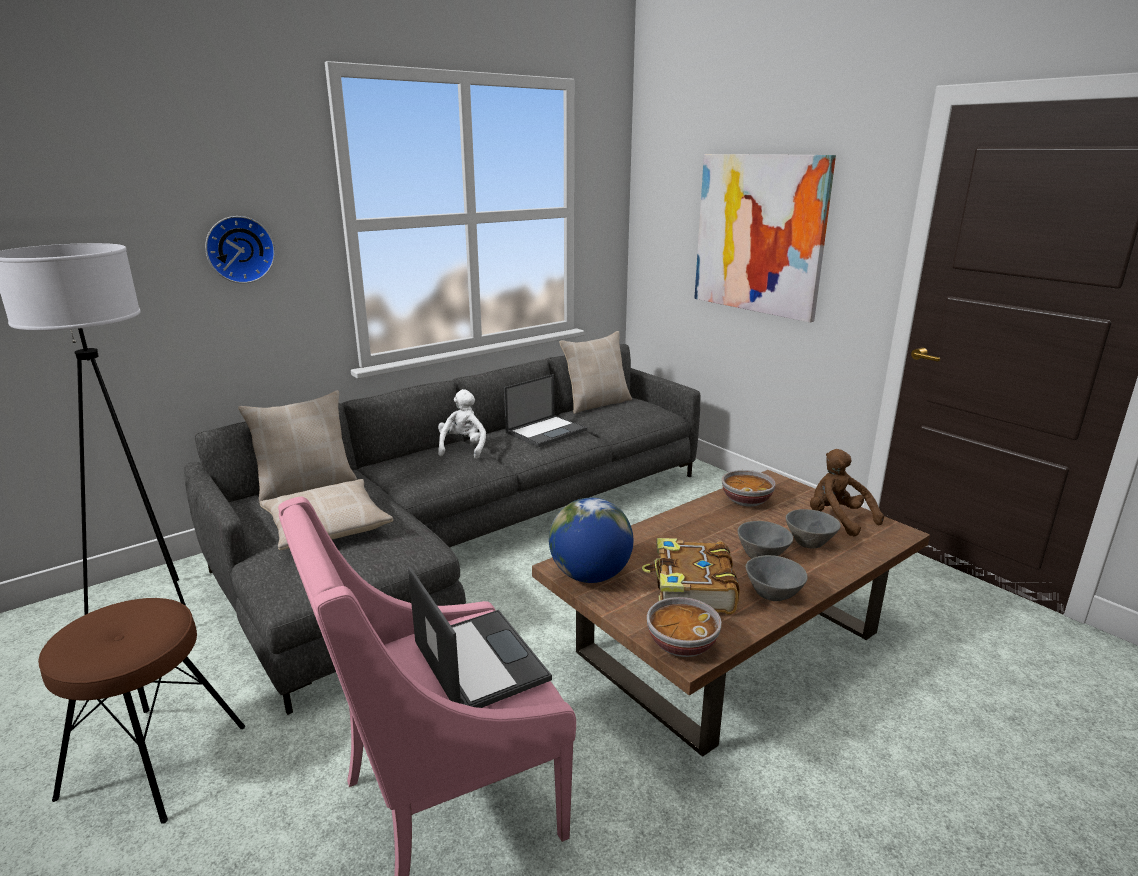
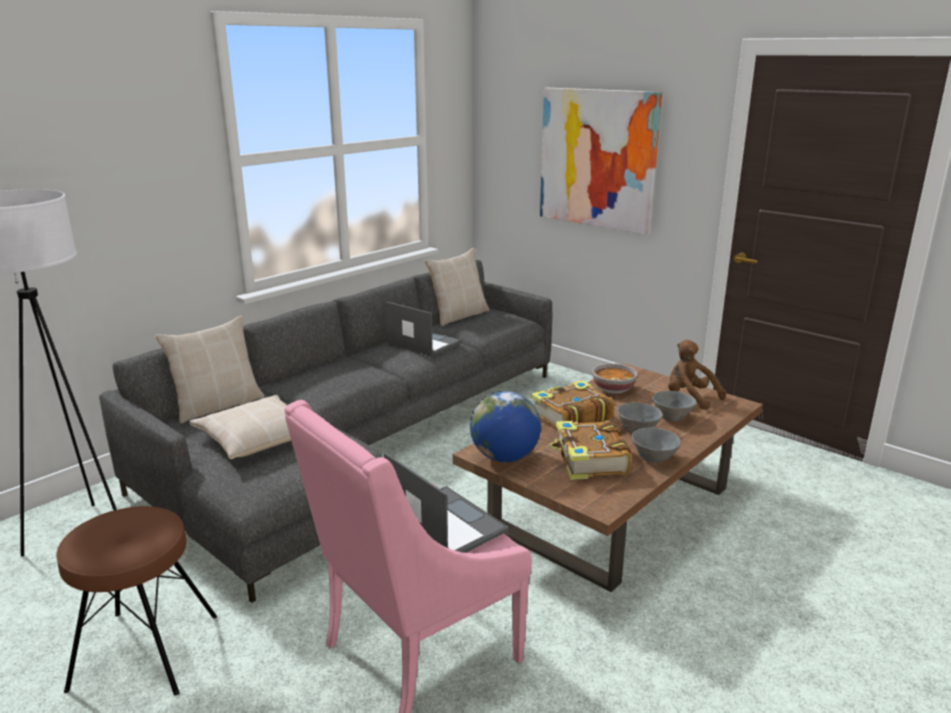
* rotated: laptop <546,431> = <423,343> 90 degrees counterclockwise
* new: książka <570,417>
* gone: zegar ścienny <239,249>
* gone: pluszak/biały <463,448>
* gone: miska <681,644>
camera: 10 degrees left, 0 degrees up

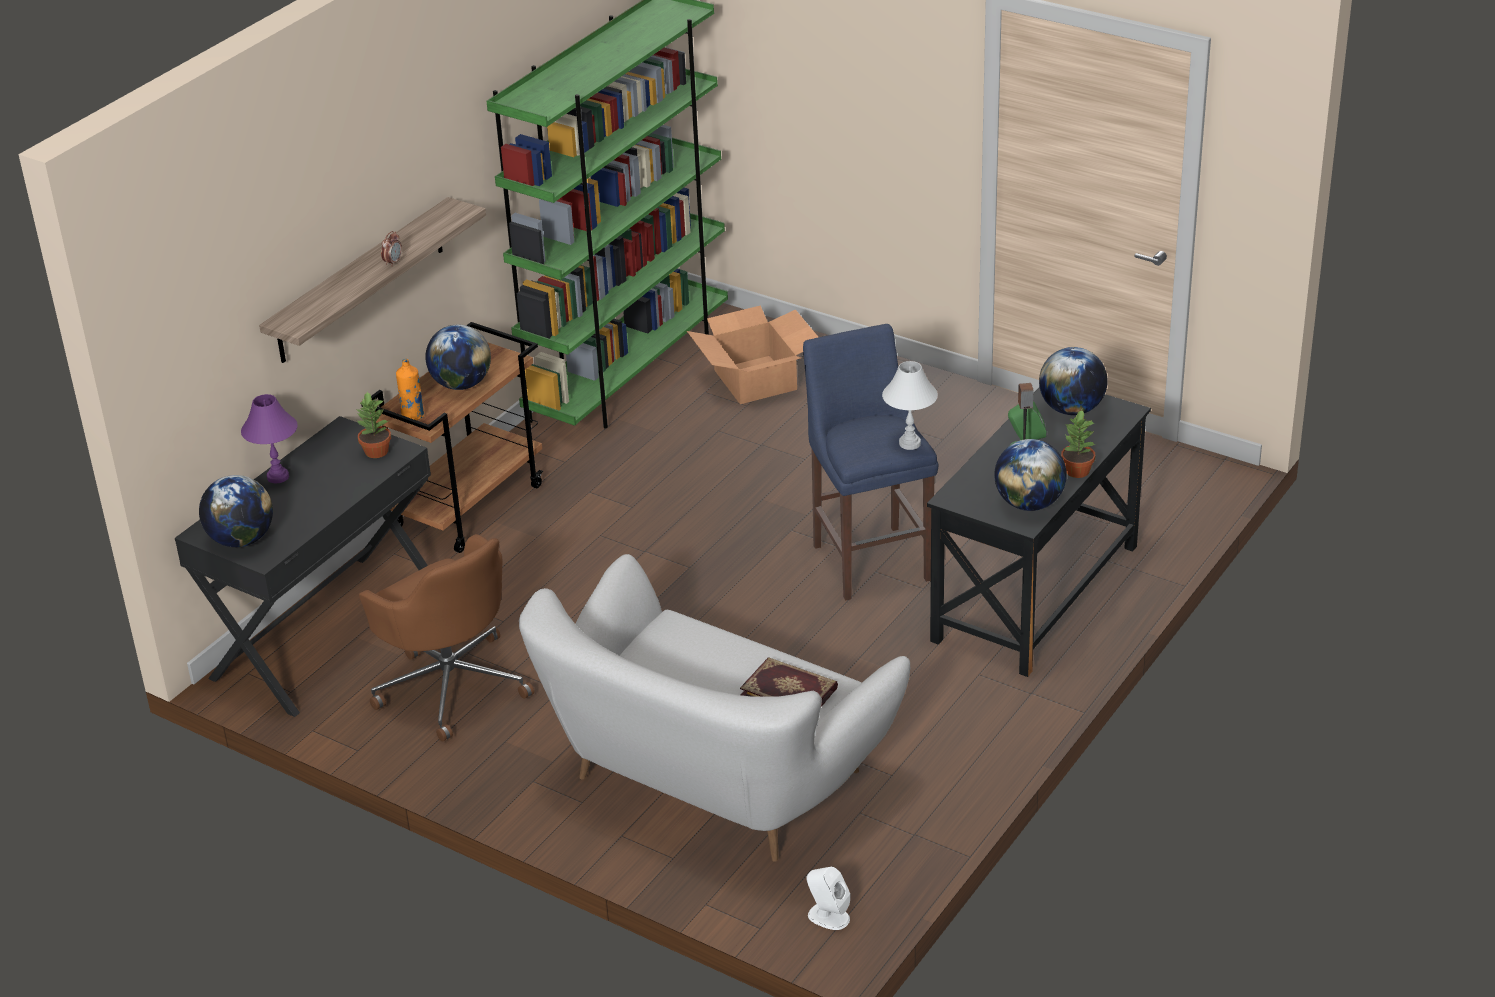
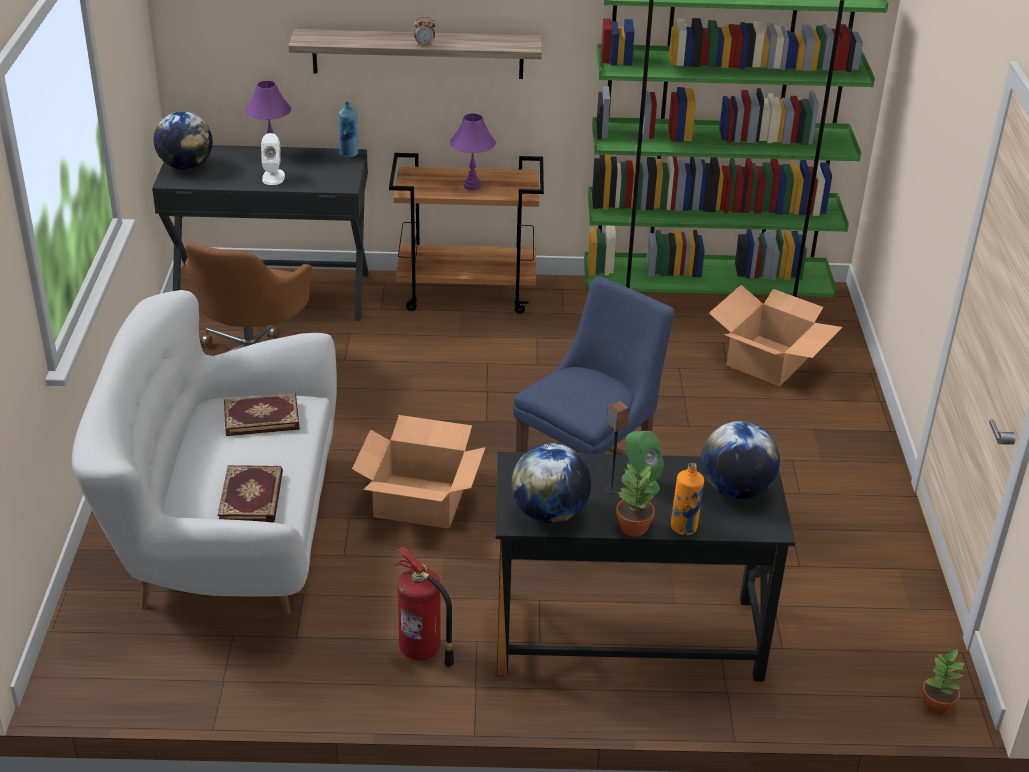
* new: książka <261,416>
* shifted: głośnik/biały <828,916> to <273,177>
* new: butelka/niebieski <349,154>
* new: karton <419,500>
* new: gaśnica <422,651>
* swapped: globus <461,384> to lampa stołowa/fioletowy <472,186>
* shifted: butelka/pomarańczowy <413,416> to <684,527>
* shifted: roślina doniczkowa <376,452> to <936,705>
* gone: lampa stołowa/biały <910,444>
camera: 55 degrees right, 0 degrees up

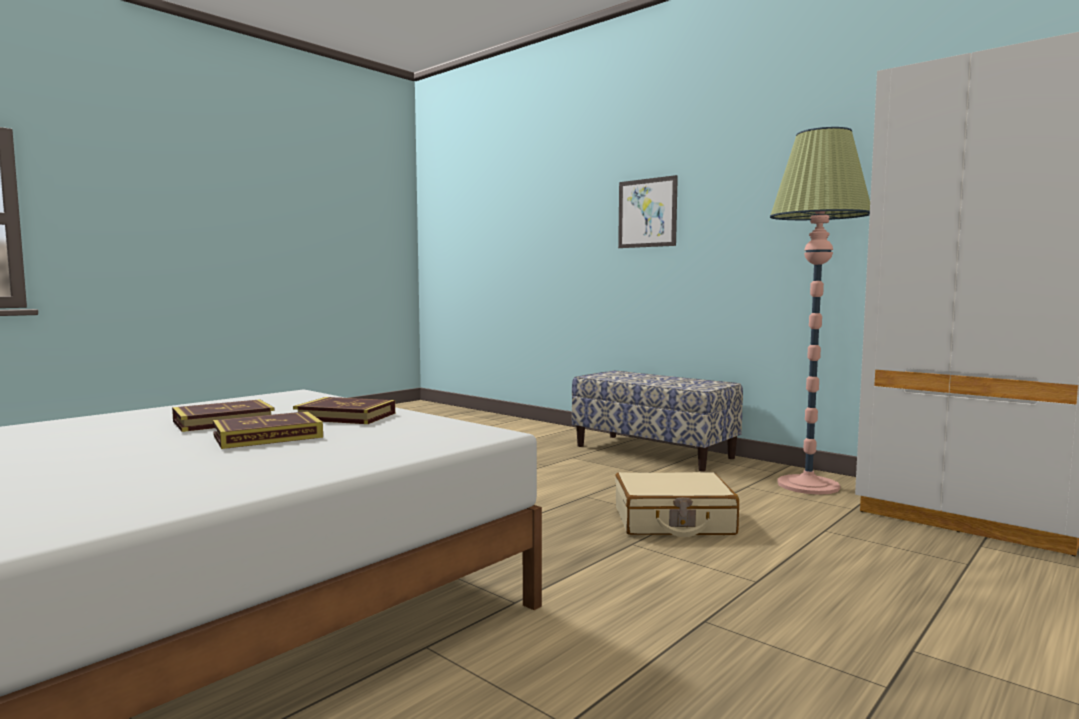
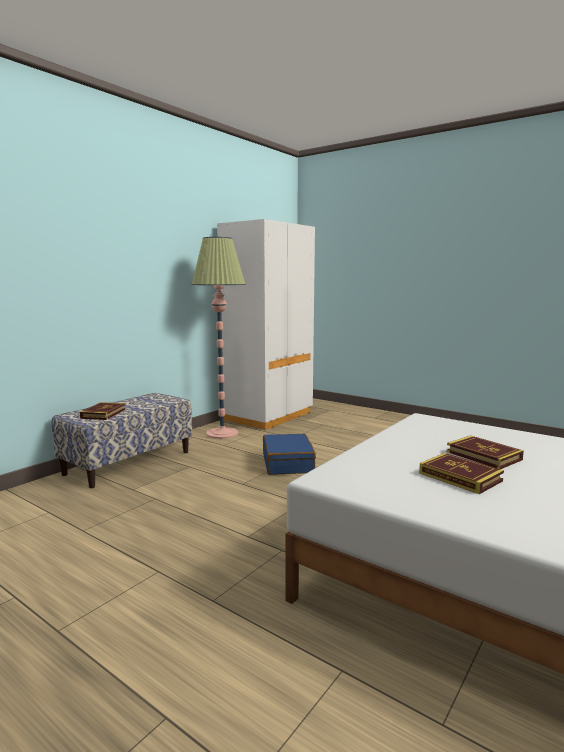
* shifted: książka <345,416> to <103,413>
* repainted: walizka/beżowy <673,521> to walizka/niebieski <288,463>
* gone: obraz <647,213>
camera: 95 degrees left, 5 degrees up

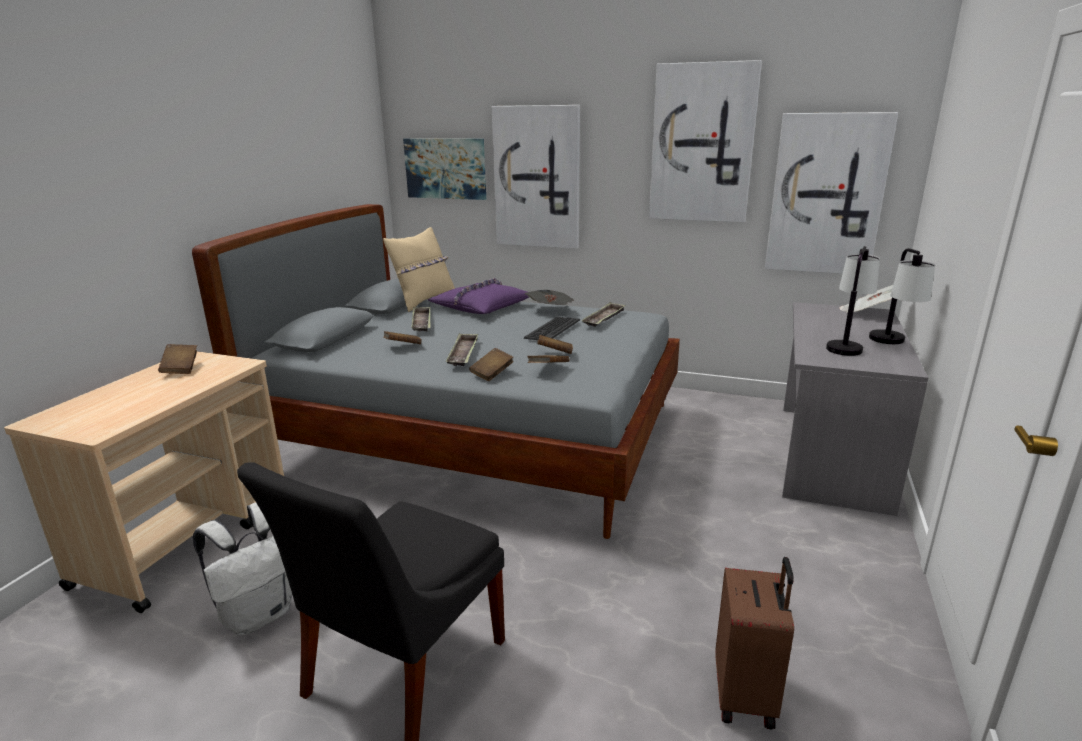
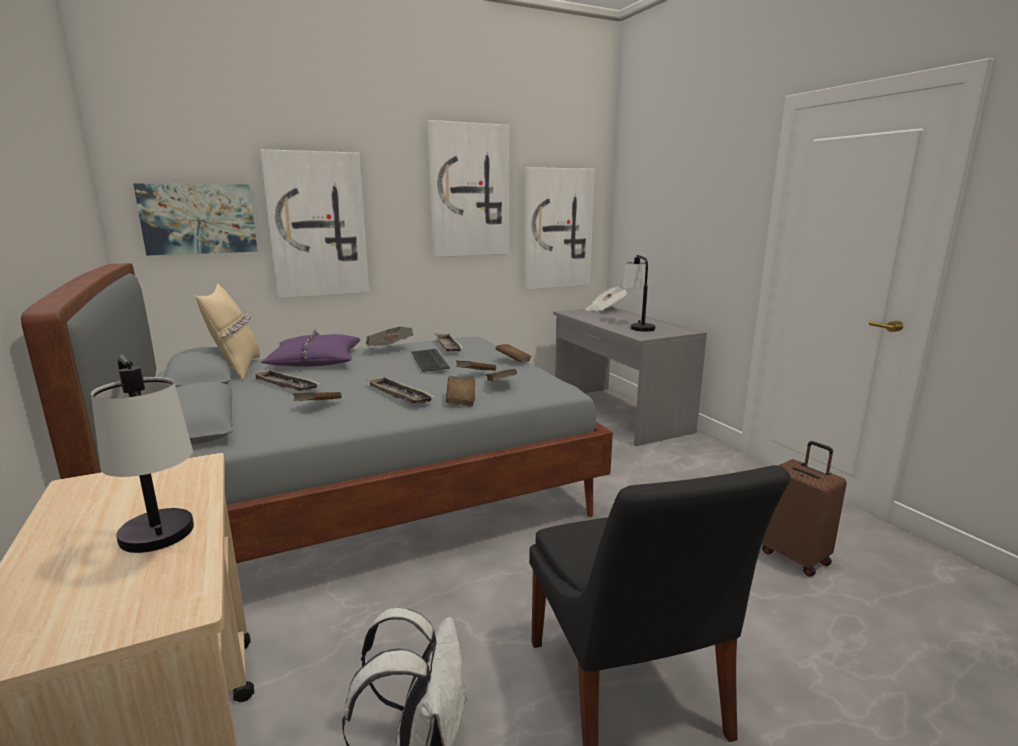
* shifted: lampa stołowa <893,344> to <164,548>
* shifted: książka/brązowy <181,369> to <513,361>
camera: 45 degrees left, 5 degrees down

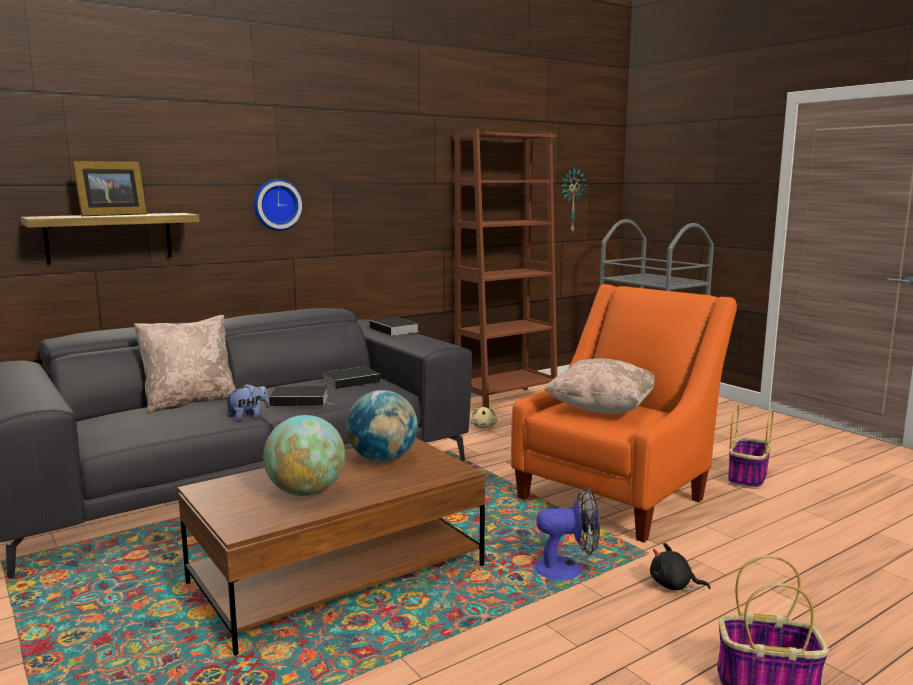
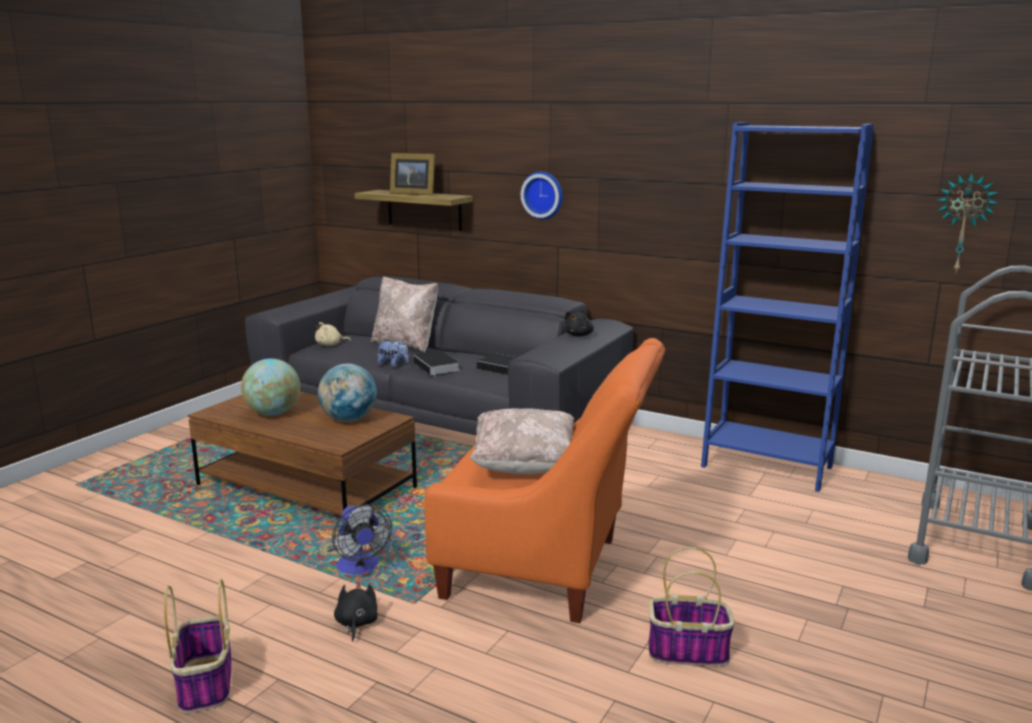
* shifted: pluszak/beżowy <484,427> to <330,345>
* swapped: książka <395,330> to pluszak/czarny <579,335>
* repainted: regał/brązowy <506,401> to regał/niebieski <766,466>
camera: 65 degrees right, 5 degrees up

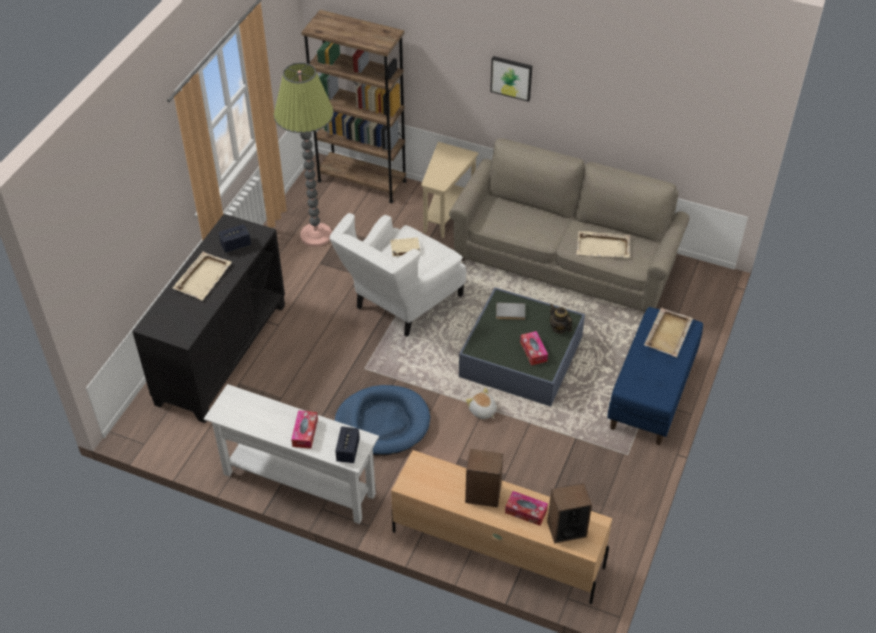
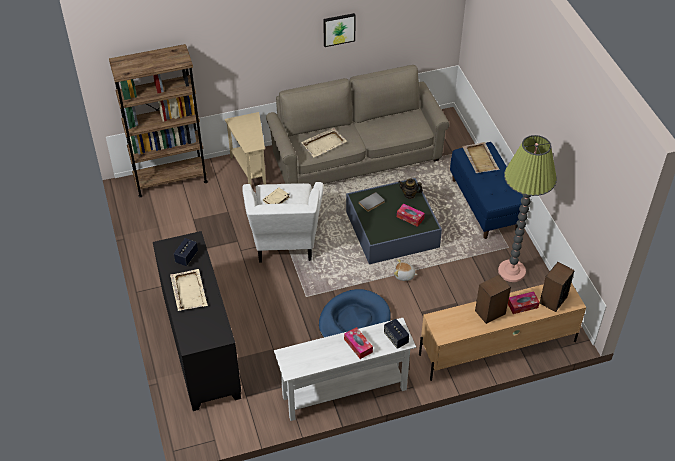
* shifted: taca/beżowy <603,246> to <324,143>
* shifted: obraz <511,77> to <339,29>
* shifted: lampa stojąca <316,235> to <511,271>
camera: 40 degrees left, 0 degrees up

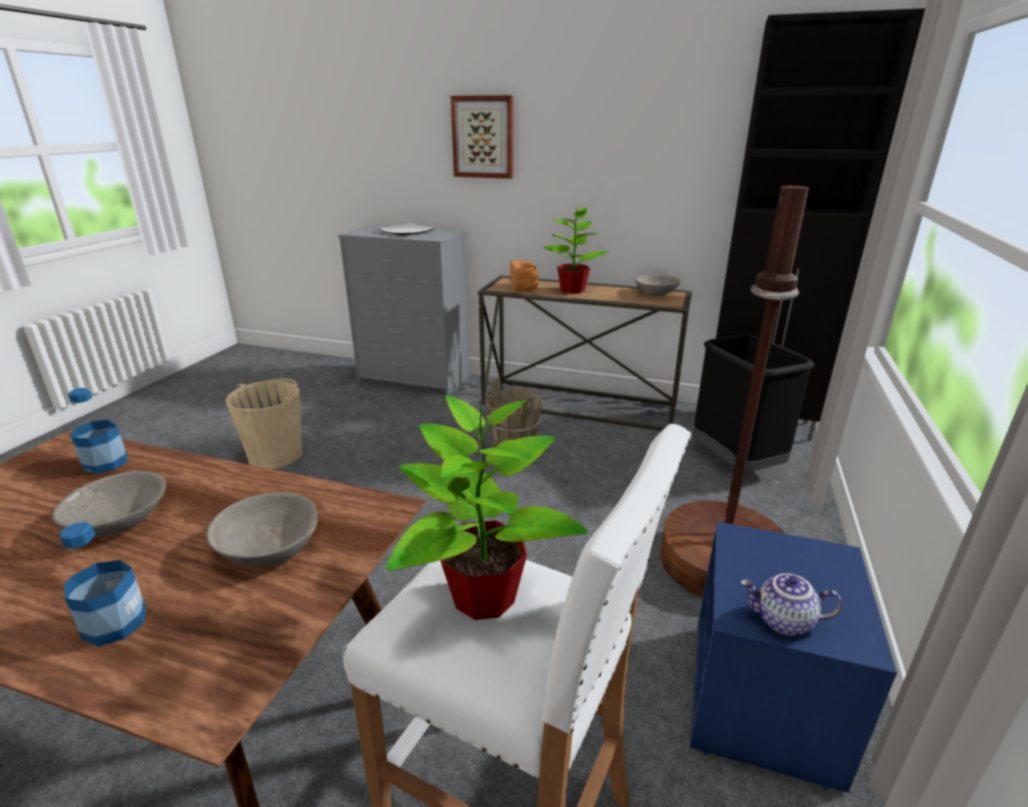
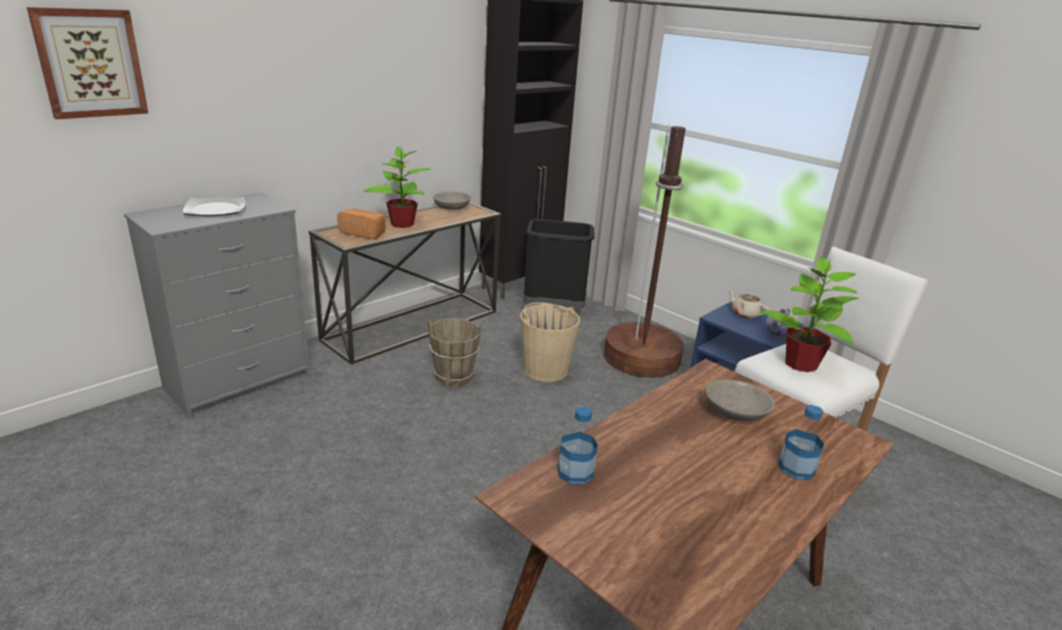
* shifted: obraz <483,137> to <90,63>
* shifted: wiadro/beżowy <276,455> to <545,369>
* new: imbryk/beżowy <745,314>
* gone: miska/szary <119,520>
camera: 65 degrees left, 0 degrees up

